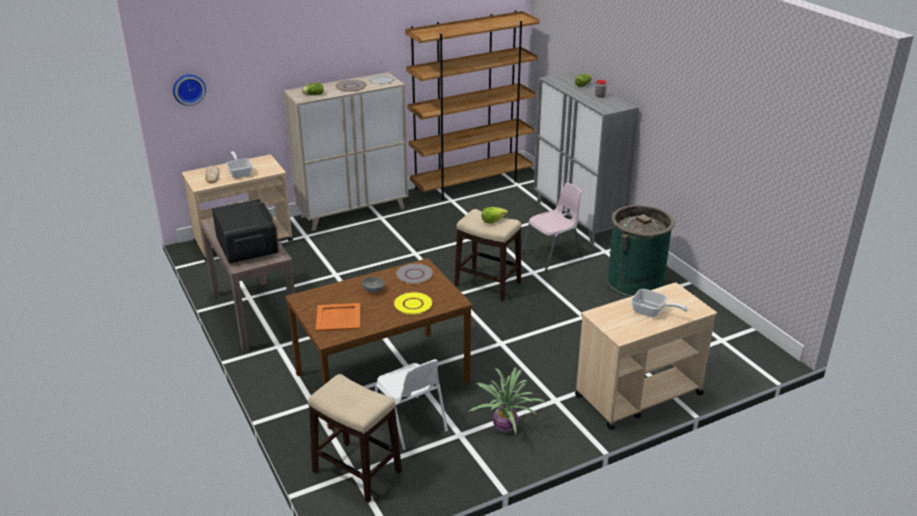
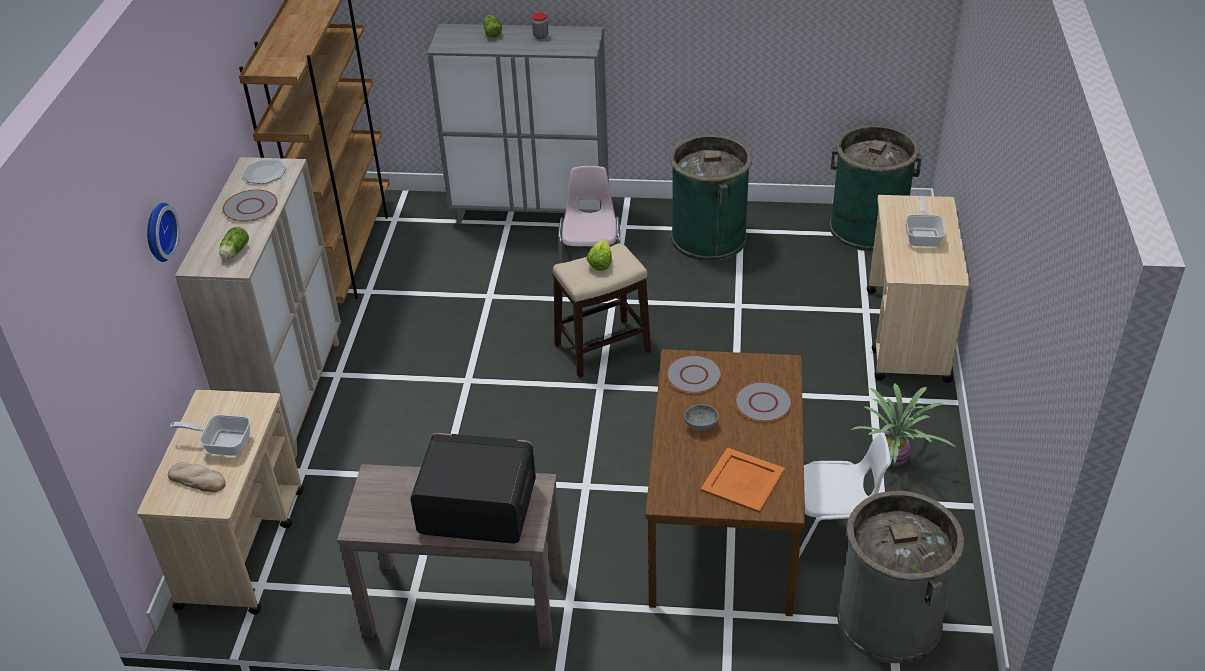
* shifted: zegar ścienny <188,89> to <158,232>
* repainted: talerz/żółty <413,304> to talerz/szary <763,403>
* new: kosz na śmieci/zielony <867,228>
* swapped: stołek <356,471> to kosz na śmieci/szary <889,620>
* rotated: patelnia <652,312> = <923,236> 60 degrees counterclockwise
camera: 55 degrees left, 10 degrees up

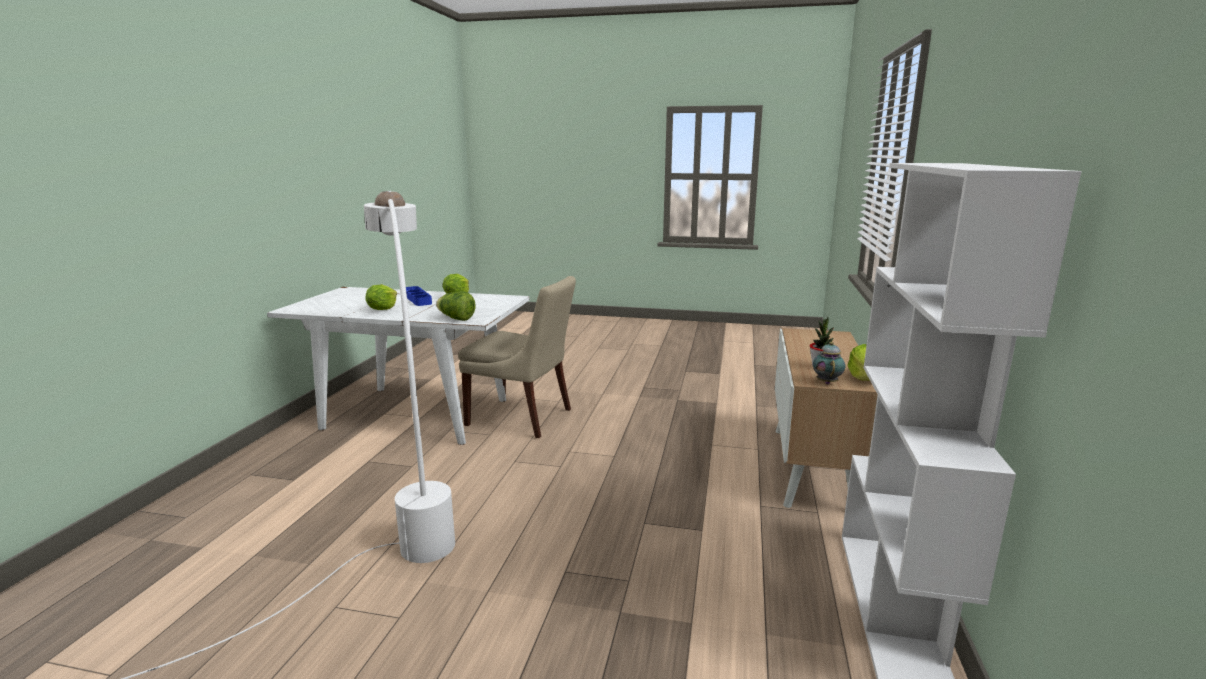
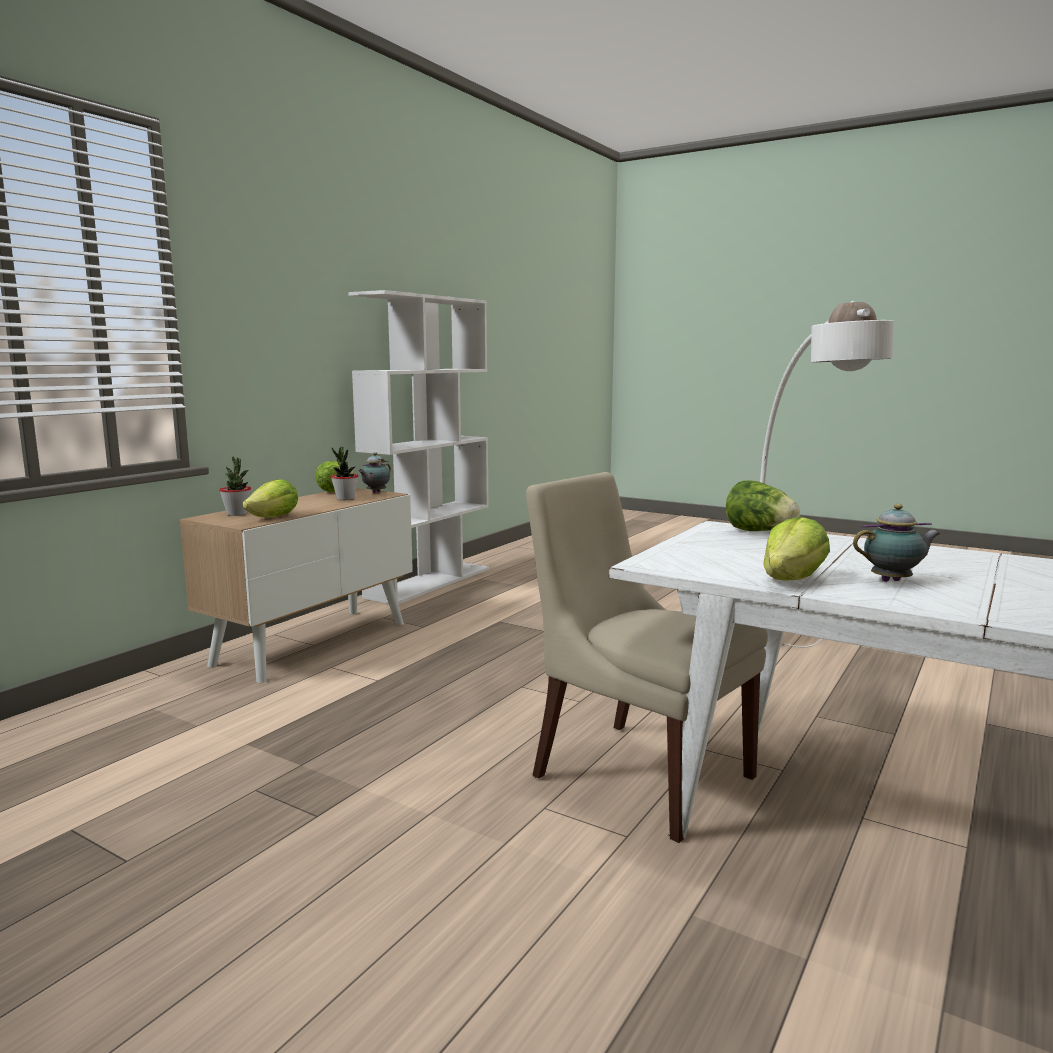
* new: roślina doniczkowa <237,514>
* shifted: sałata <382,309> to <274,517>
* swapped: taca/niebieski <417,299> to imbryk <894,581>
camera: 160 degrees left, 5 degrees down

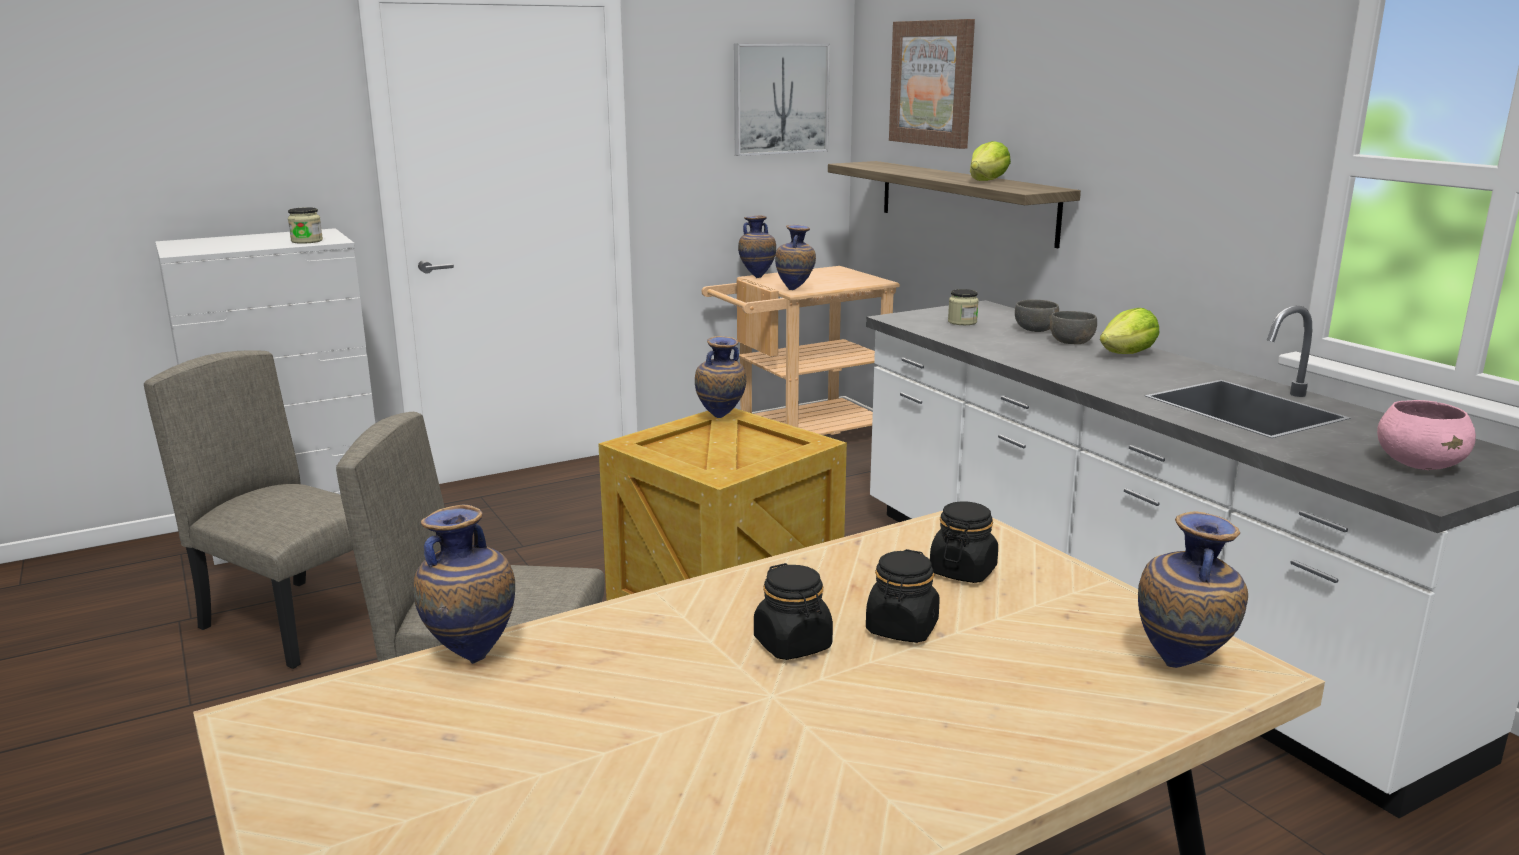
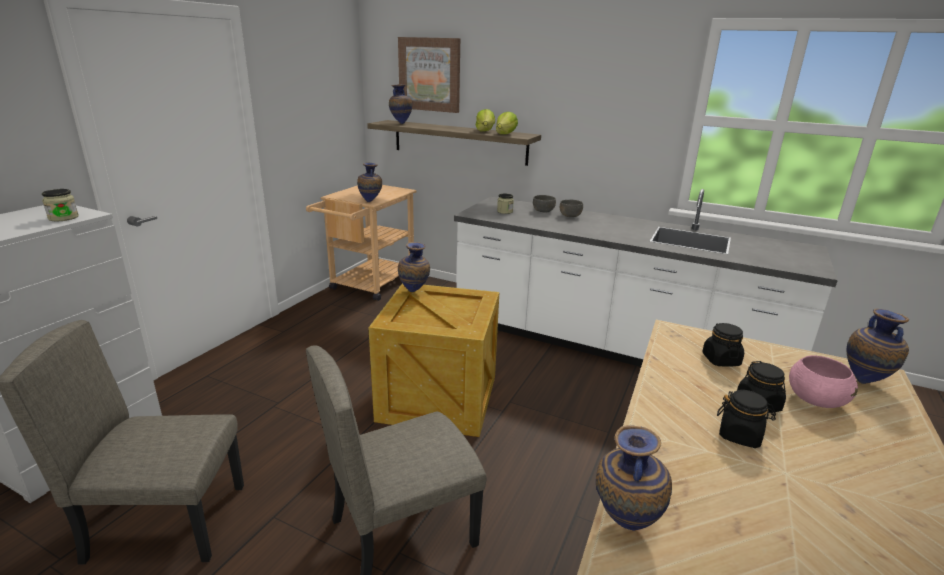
* shifted: wazon <757,277> to <400,123>
* shifted: sałata <1128,354> to <505,134>
* shifted: miska/różowy <1419,465> to <815,400>
* gone: obraz <780,99>
camera: 35 degrees left, 5 degrees up

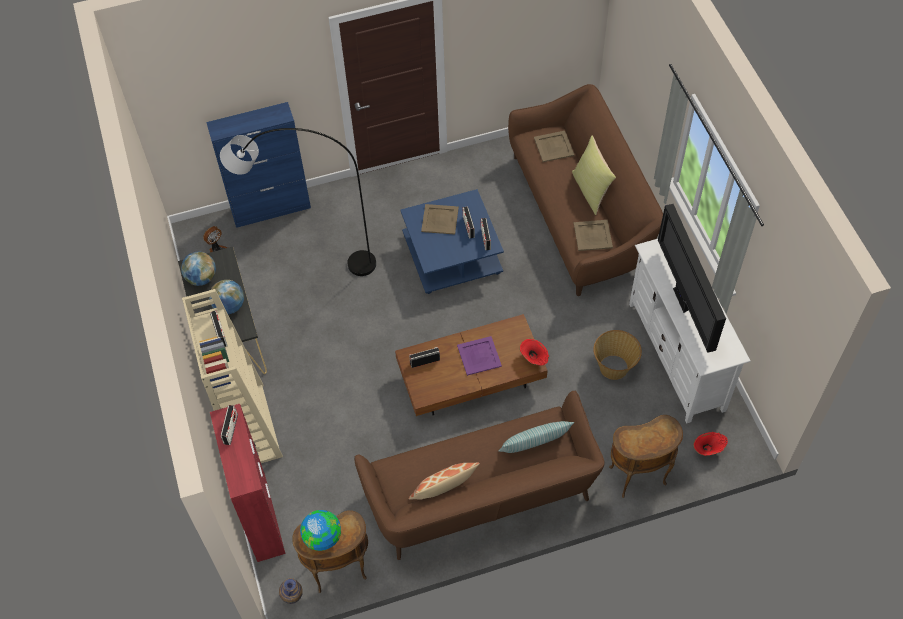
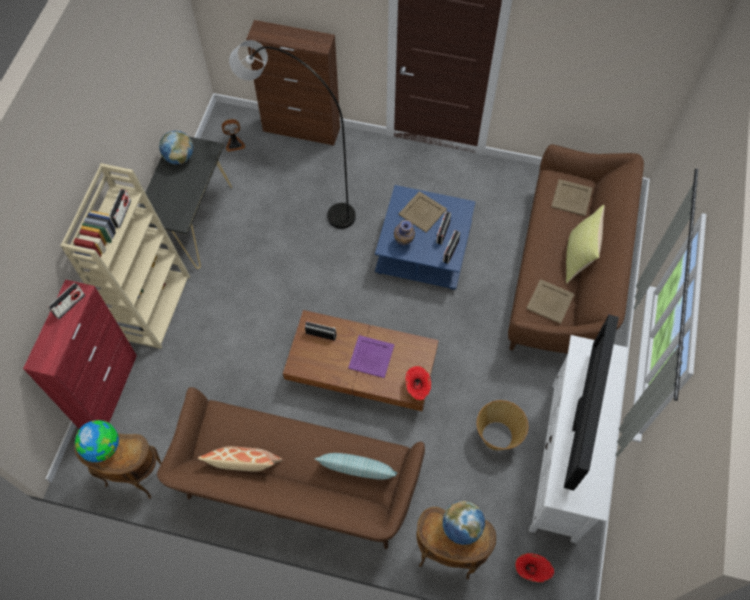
* repainted: szafka/niebieski <271,208> to szafka/brązowy <302,129>
* shifted: wazon <293,597> to <403,243>
* shifted: globus <229,306> to <461,527>
camera: 30 degrees right, 5 degrees up

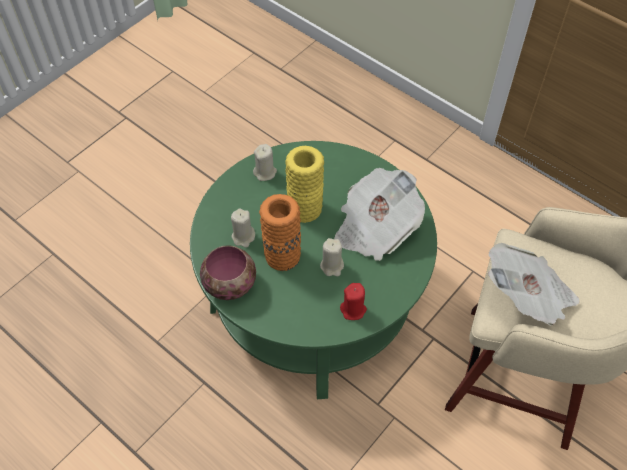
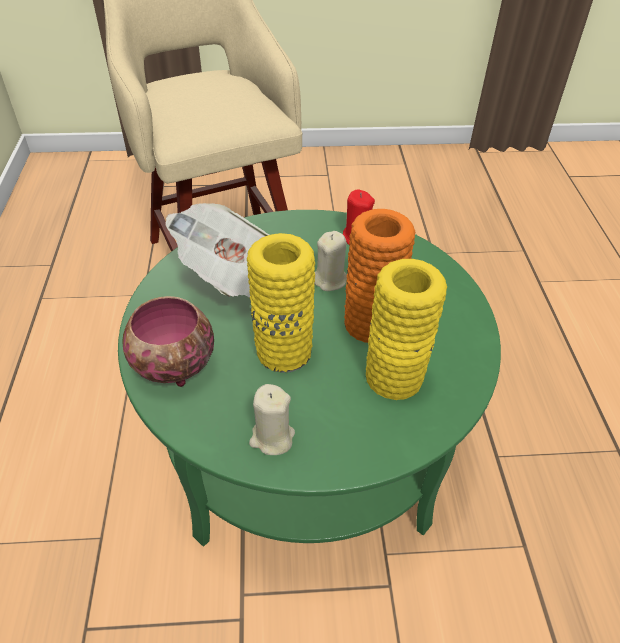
* shifted: miska <230,284> to <172,366>
* swapped: świeca/beżowy <243,237> to wazon/żółty <394,377>
* gone: gazeta <528,297>
camera: 135 degrees left, 10 degrees down

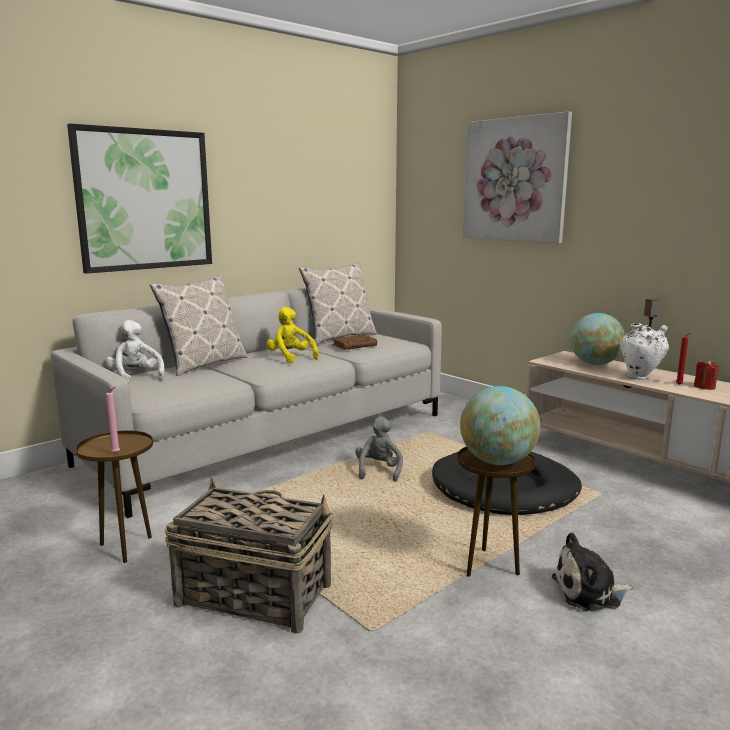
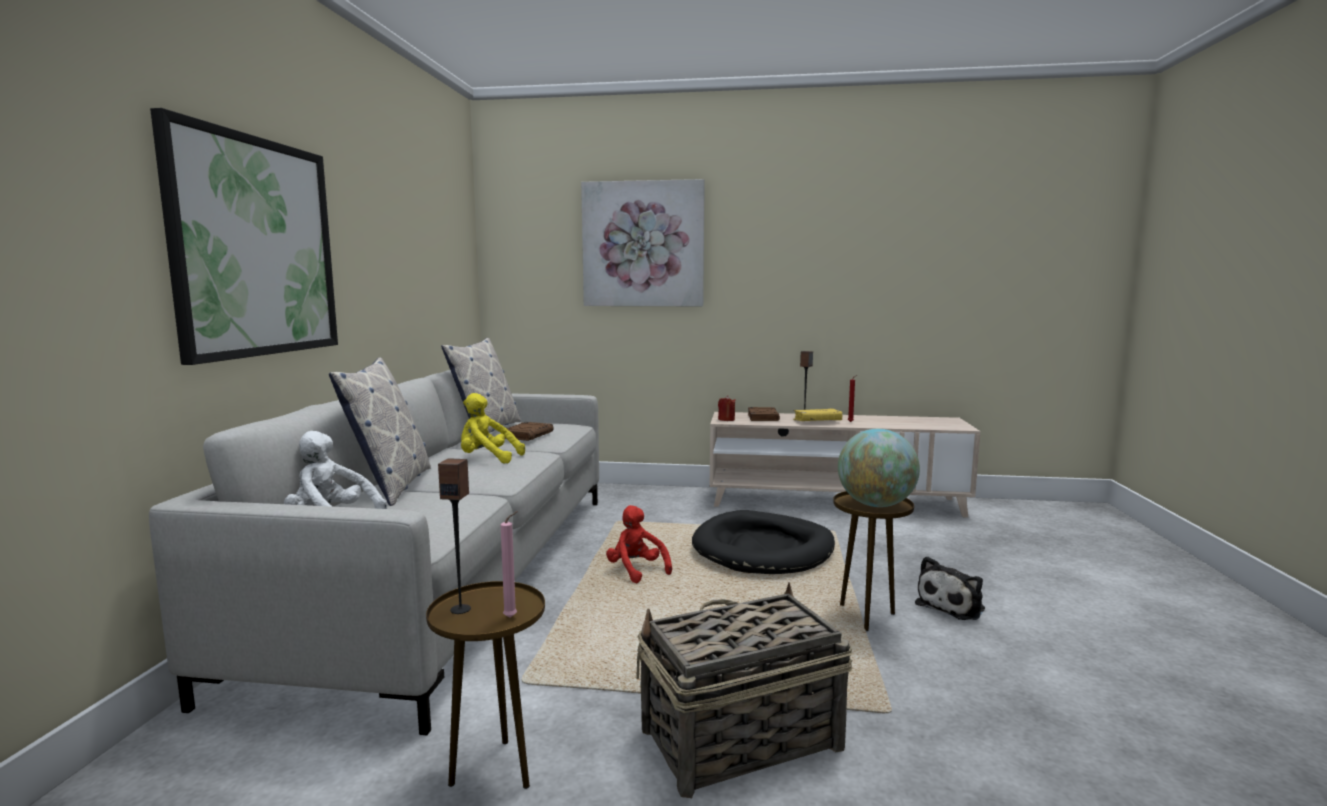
* new: głośnik <460,609>
* repainted: pluszak/szary <379,471> to pluszak/czerwony <636,570>
* shifted: świeca/czerwony <704,387> to <726,419>
* swapped: globus <595,364> to książka/brązowy <762,417>
* swapped: wazon/biały <640,378> to książka/żółty <817,421>
camera: 40 degrees left, 5 degrees down

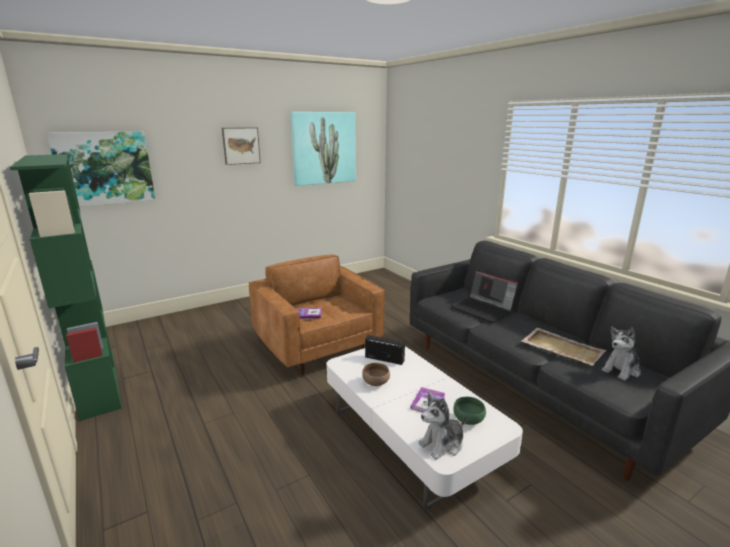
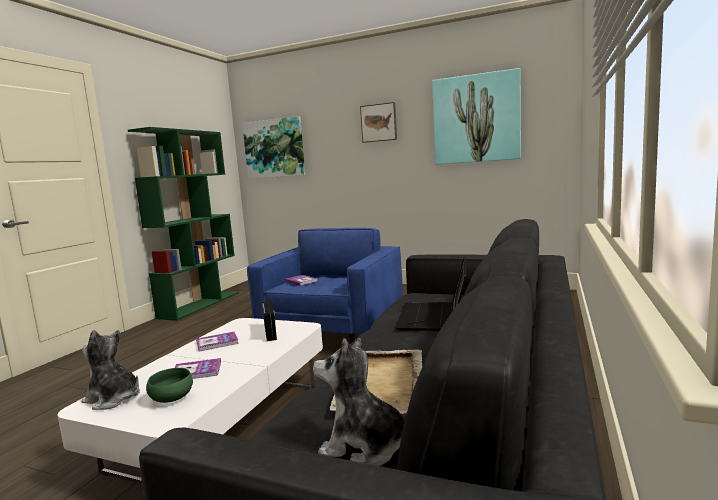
* swapped: miska/brązowy <376,382> to książka <217,343>
* repainted: fotel/brązowy <317,348> to fotel/niebieski <334,332>
camera: 55 degrees right, 10 degrees down

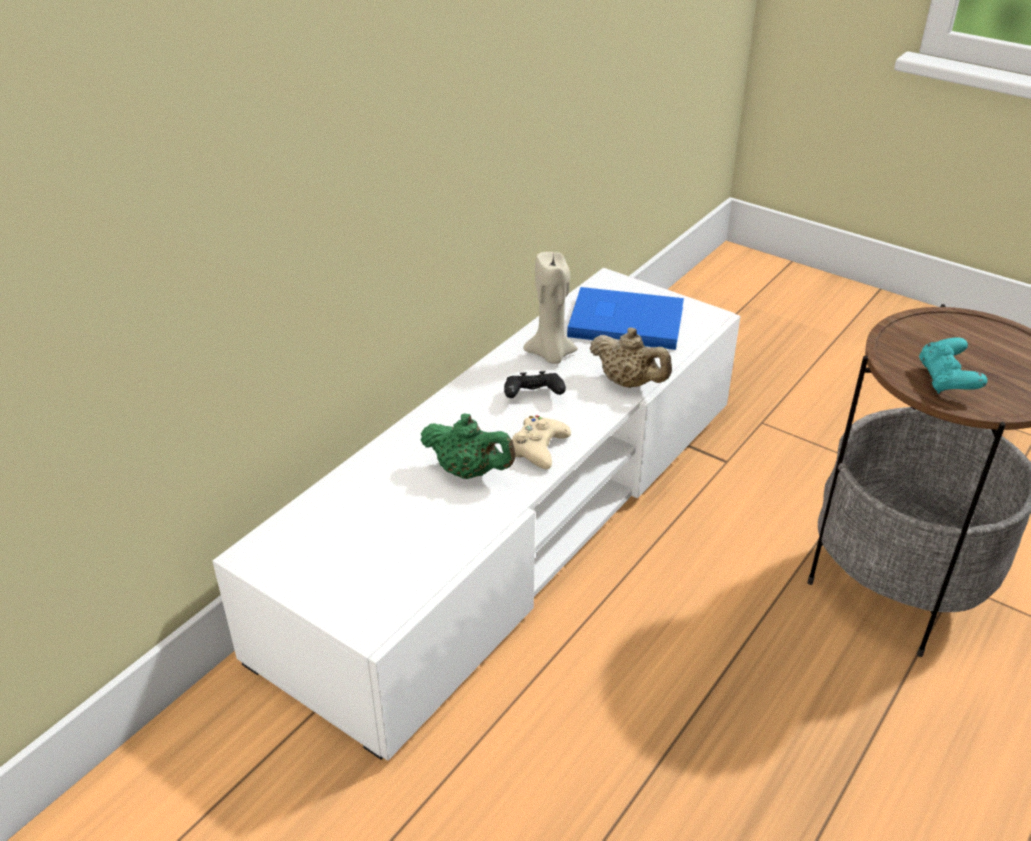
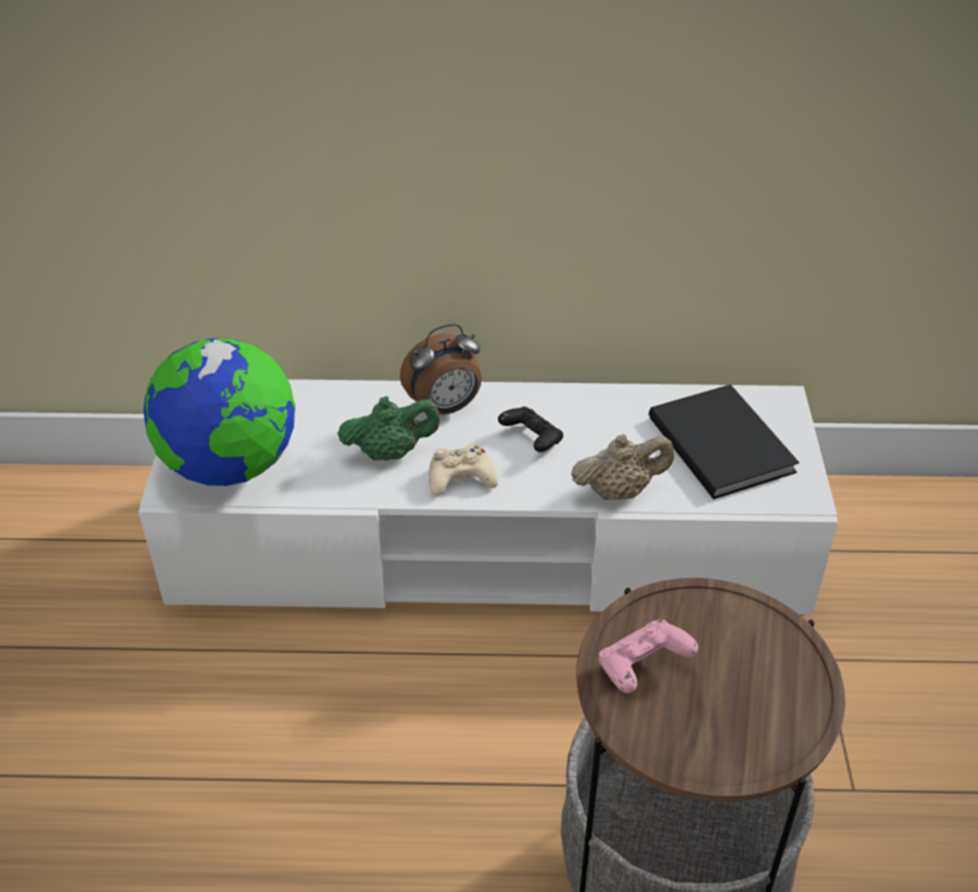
* new: globus <231,466>
* rotated: imbryk/zielony <469,472> = <390,452> 90 degrees counterclockwise
* new: budzik <445,408>
* rotated: imbryk/beżowy <628,383> = <619,491> 105 degrees counterclockwise
* repainted: pad do gier/turkusowy <946,380> to pad do gier/różowy <642,668>
* repainted: książka/niebieski <624,320> to książka/czarny <723,442>
* gone: świeca/beżowy <550,355>
camera: 55 degrees right, 5 degrees up

